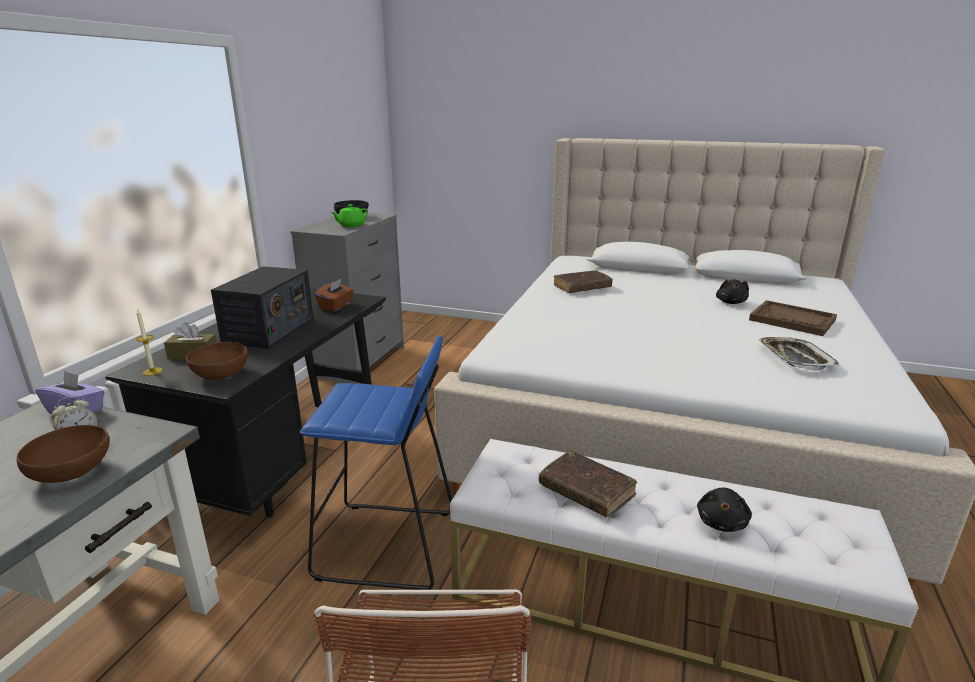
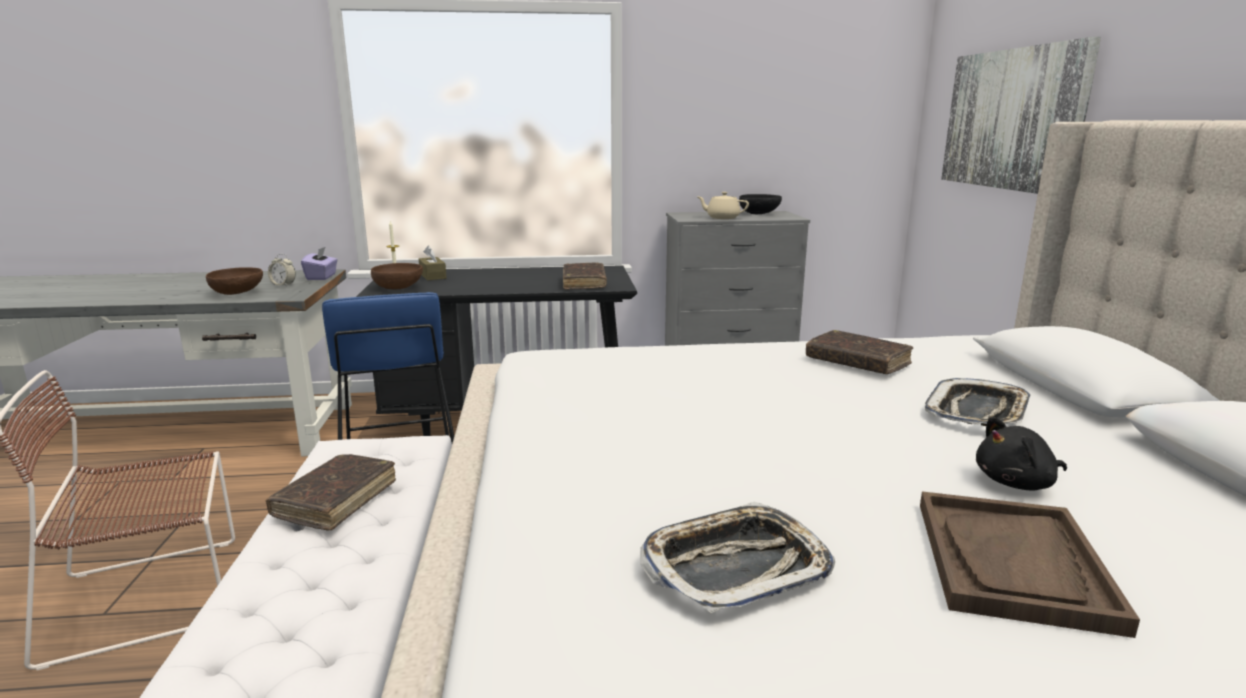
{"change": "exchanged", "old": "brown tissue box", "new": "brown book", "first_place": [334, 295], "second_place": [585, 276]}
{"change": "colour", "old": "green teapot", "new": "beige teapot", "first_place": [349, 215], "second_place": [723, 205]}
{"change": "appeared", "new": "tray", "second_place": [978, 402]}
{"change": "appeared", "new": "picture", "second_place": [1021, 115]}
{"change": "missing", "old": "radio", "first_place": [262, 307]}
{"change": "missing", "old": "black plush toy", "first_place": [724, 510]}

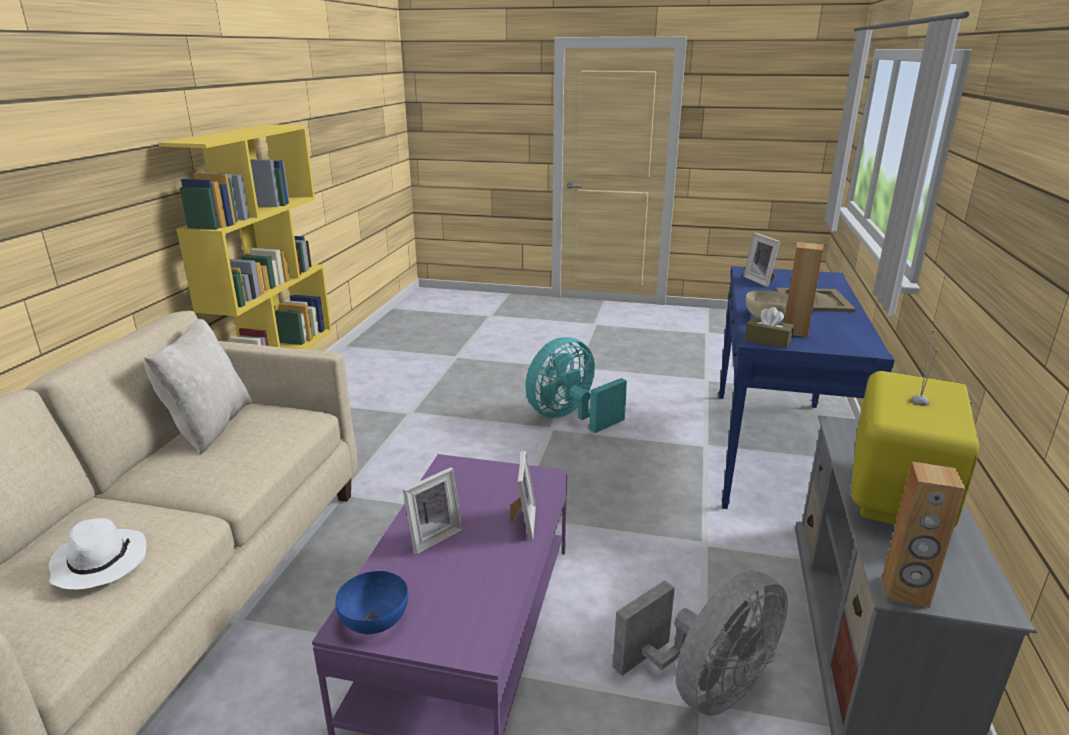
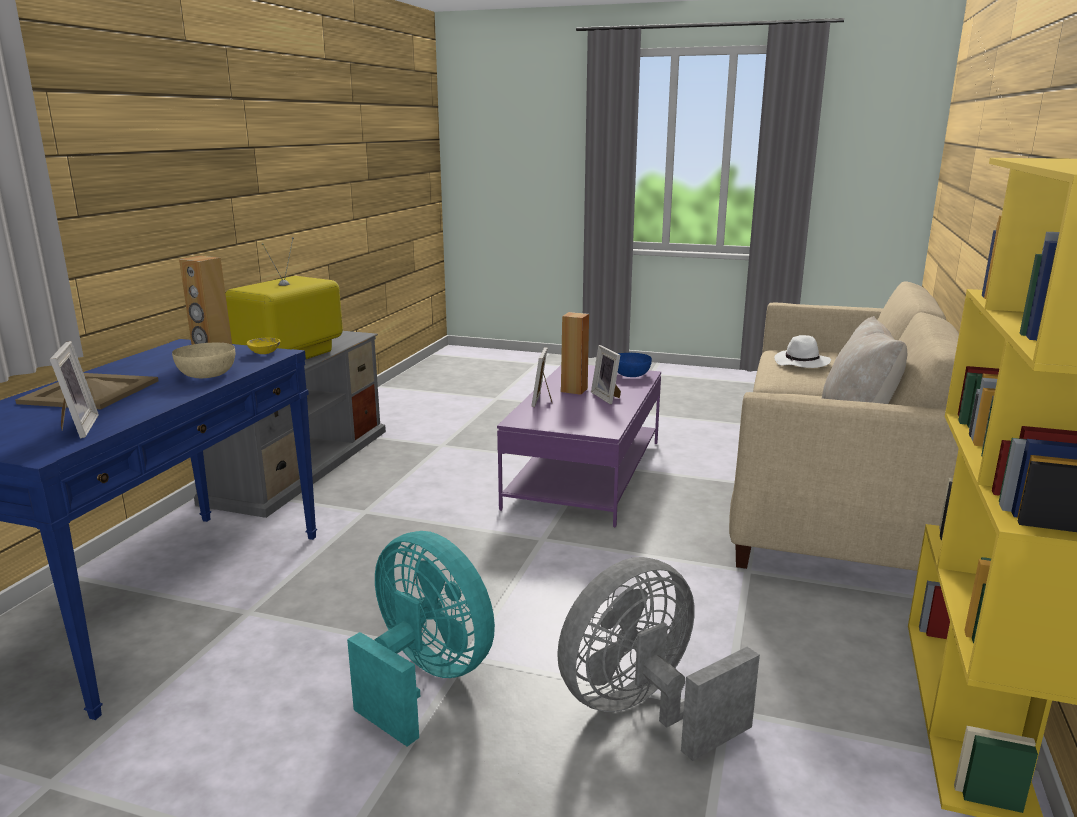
{"change": "exchanged", "old": "brown tissue box", "new": "yellow bowl", "first_place": [769, 327], "second_place": [263, 346]}
{"change": "spun", "old": "turquoise fan", "first_place": [576, 385], "second_place": [421, 639], "degrees": -105}
{"change": "relocated", "old": "grey fan", "first_place": [700, 643], "second_place": [658, 659]}
{"change": "relocated", "old": "brown speaker", "first_place": [924, 535], "second_place": [575, 353]}
{"change": "spun", "old": "picture frame", "first_place": [432, 511], "second_place": [606, 374], "degrees": -75}

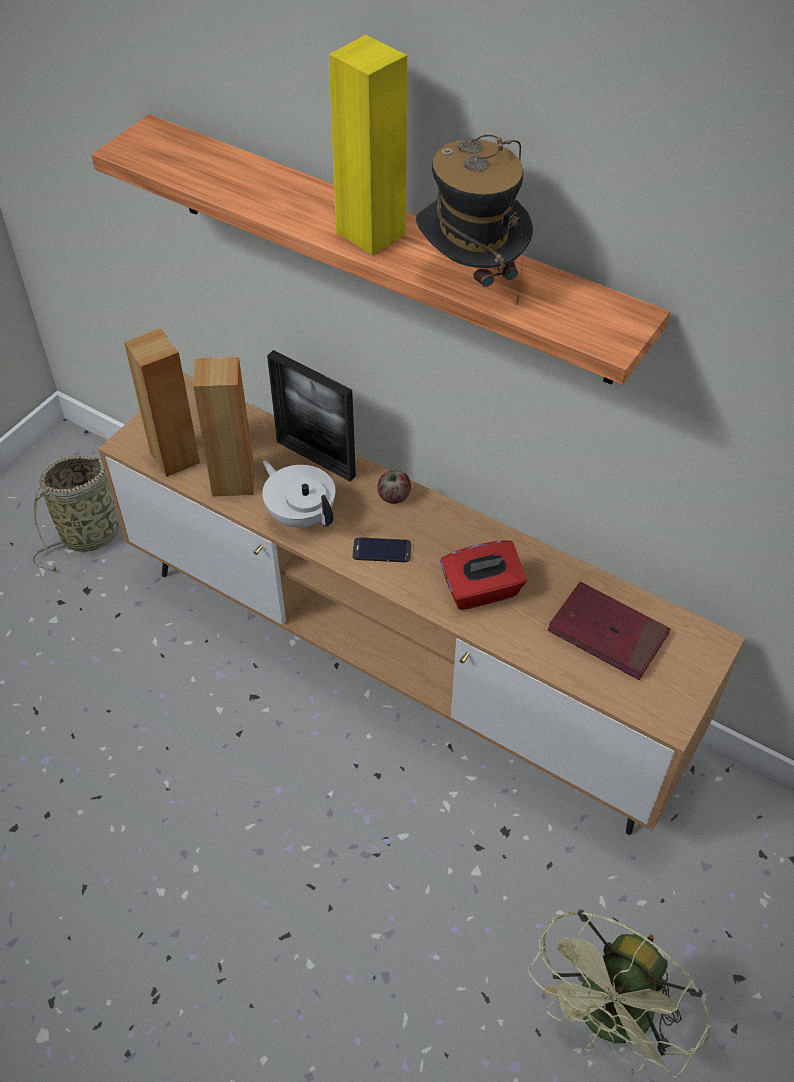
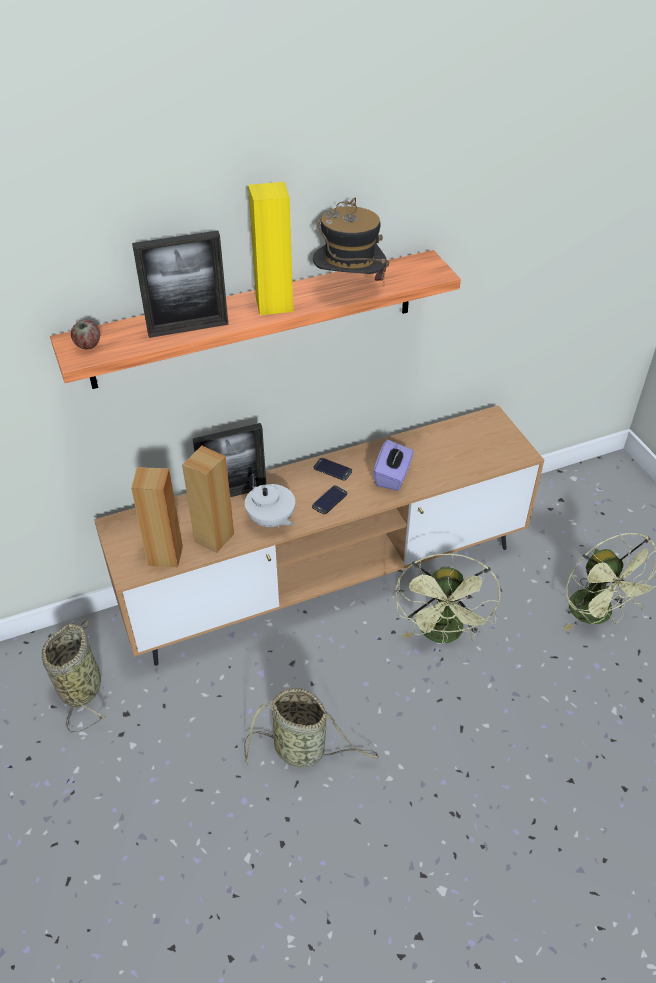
{"change": "relocated", "old": "apple", "first_place": [394, 487], "second_place": [85, 334]}
{"change": "appeared", "new": "picture frame", "second_place": [180, 284]}
{"change": "appeared", "new": "basket", "second_place": [311, 728]}
{"change": "spun", "old": "white teapot", "first_place": [298, 494], "second_place": [270, 500], "degrees": -120}
{"change": "appeared", "new": "phone", "second_place": [332, 469]}
{"change": "colour", "old": "red tissue box", "new": "purple tissue box", "first_place": [483, 575], "second_place": [393, 465]}
{"change": "appeared", "new": "green fan", "second_place": [448, 598]}
{"change": "missing", "old": "red book", "first_place": [609, 631]}

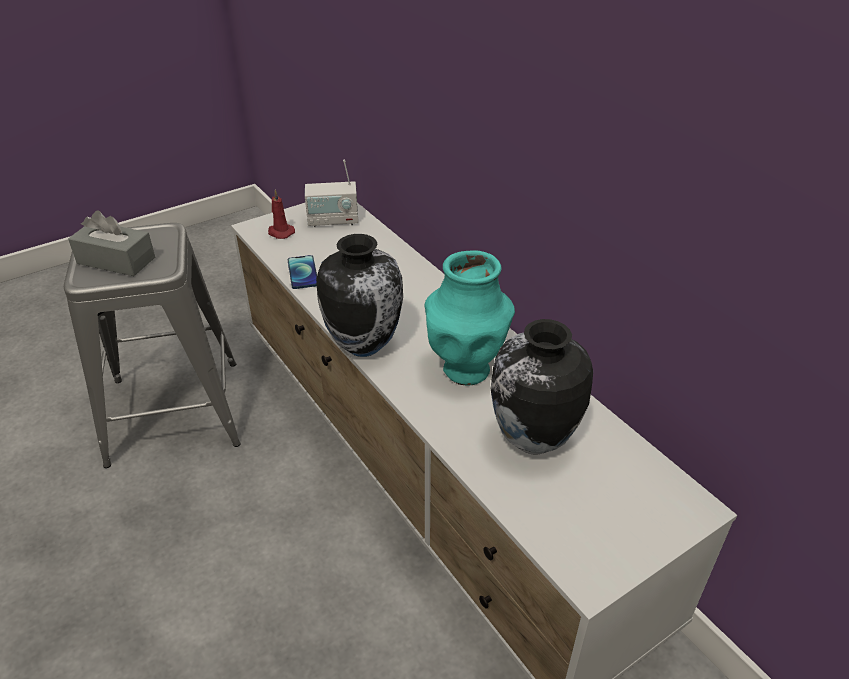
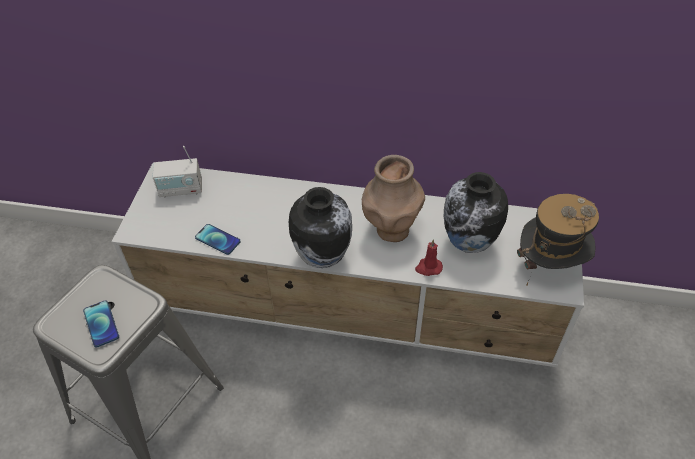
{"change": "exchanged", "old": "grey tissue box", "new": "phone", "first_place": [111, 243], "second_place": [101, 324]}
{"change": "spun", "old": "radio", "first_place": [331, 193], "second_place": [177, 172], "degrees": 45}
{"change": "colour", "old": "turquoise vase", "new": "brown vase", "first_place": [469, 318], "second_place": [393, 198]}
{"change": "relocated", "old": "red candle", "first_place": [281, 214], "second_place": [429, 257]}
{"change": "appeared", "new": "hat", "second_place": [558, 239]}

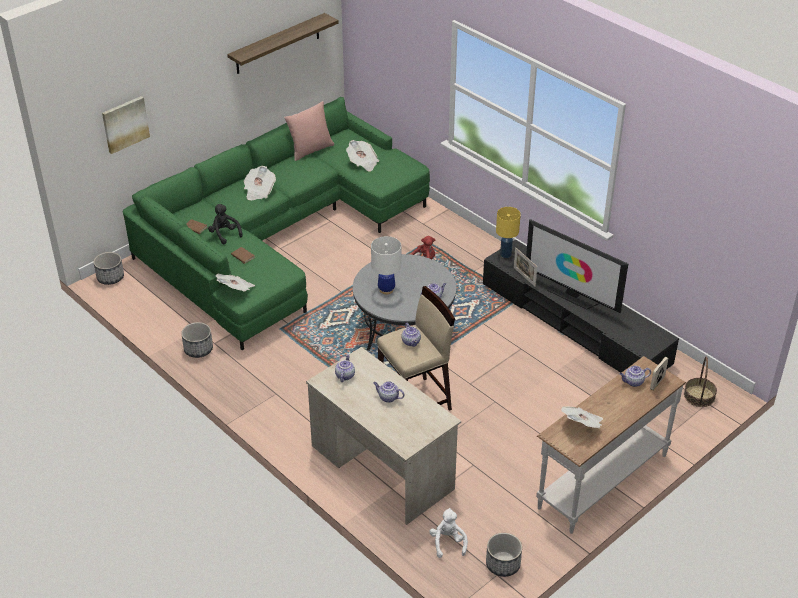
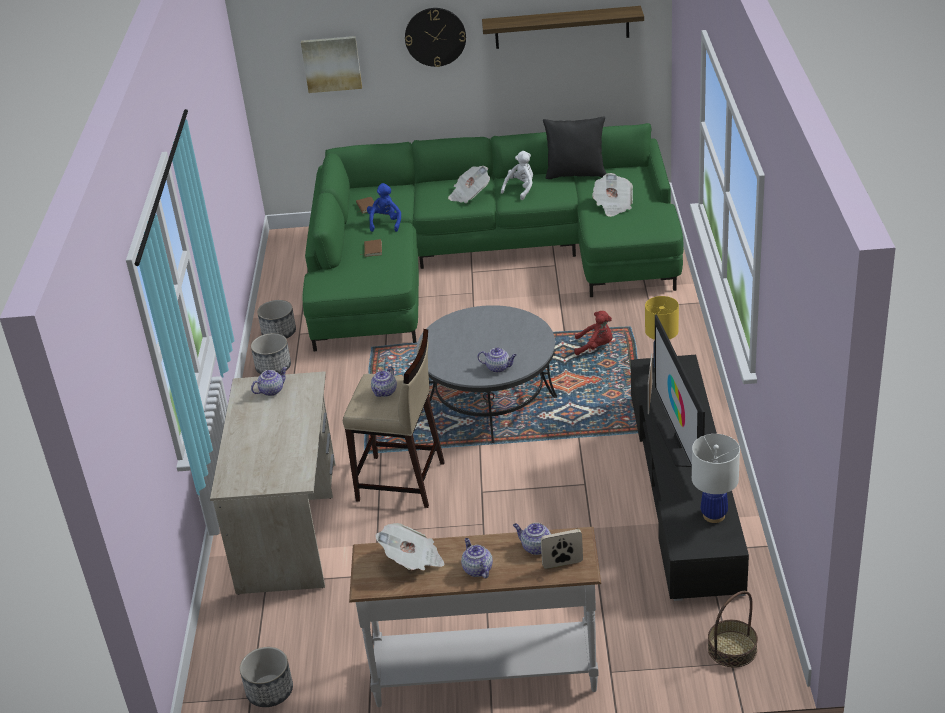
{"change": "relocated", "old": "planter", "first_place": [108, 268], "second_place": [271, 353]}
{"change": "colour", "old": "black plush toy", "new": "blue plush toy", "first_place": [225, 224], "second_place": [384, 207]}
{"change": "appeared", "new": "wall clock", "second_place": [435, 37]}
{"change": "relocated", "old": "teapot", "first_place": [388, 392], "second_place": [477, 558]}
{"change": "relocated", "old": "white plush toy", "first_place": [448, 533], "second_place": [517, 175]}
{"change": "colour", "old": "pink pillow", "new": "black pillow", "first_place": [309, 131], "second_place": [575, 148]}
{"change": "relocated", "old": "white table lamp", "first_place": [386, 265], "second_place": [716, 478]}
{"change": "missing", "old": "newspaper", "first_place": [235, 282]}

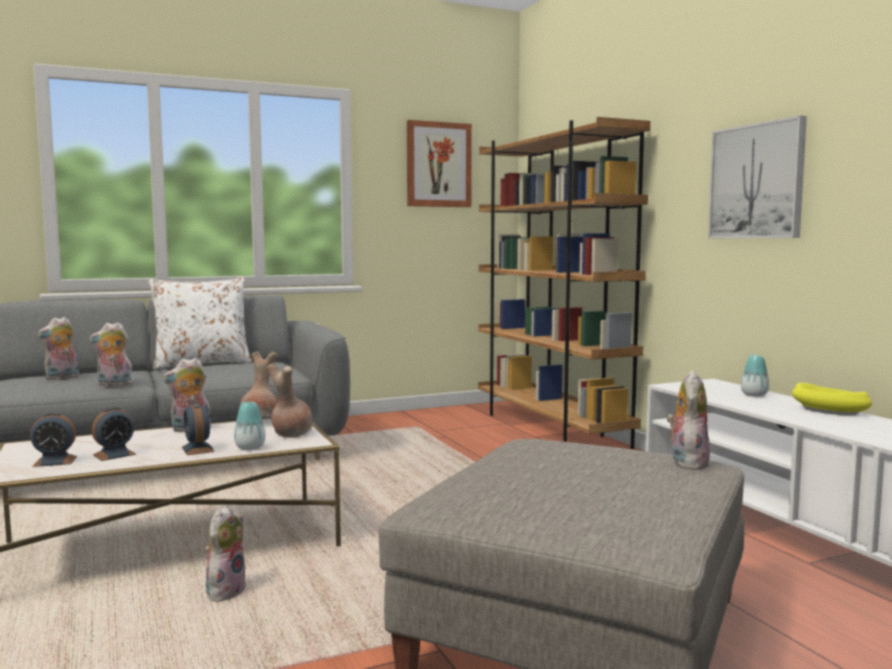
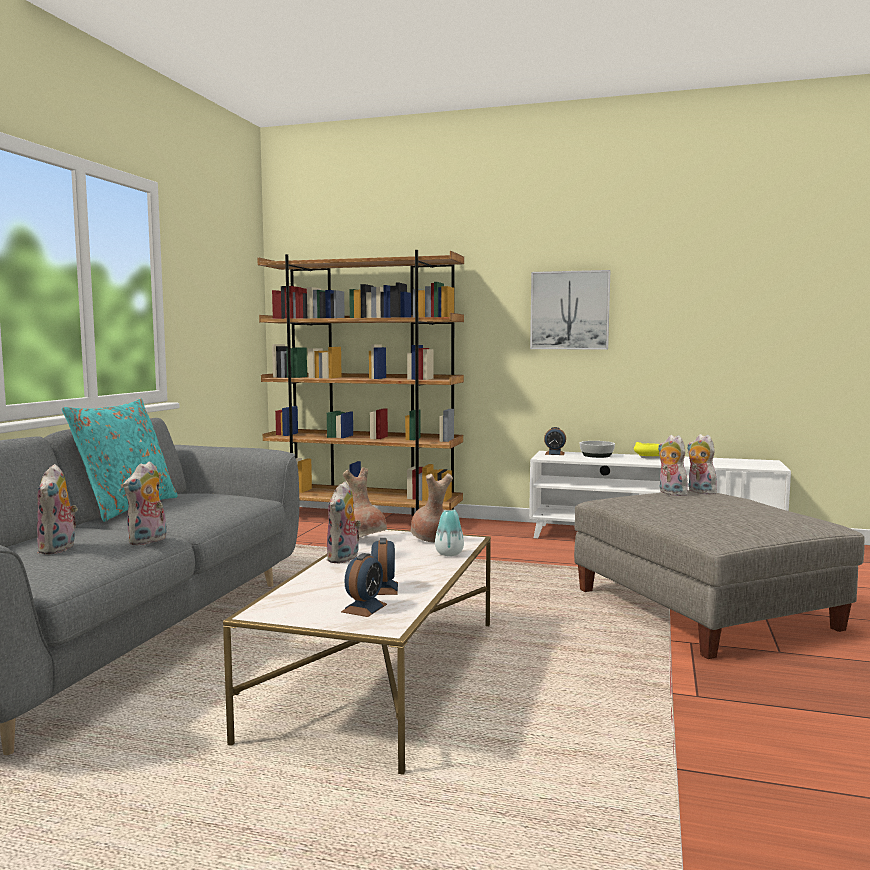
{"change": "colour", "old": "white pillow", "new": "turquoise pillow", "first_place": [200, 323], "second_place": [120, 460]}
{"change": "relocated", "old": "alarm clock", "first_place": [198, 429], "second_place": [555, 441]}
{"change": "exchanged", "old": "vase", "new": "bowl", "first_place": [755, 376], "second_place": [597, 449]}
{"change": "relocated", "old": "plush toy", "first_place": [225, 554], "second_place": [673, 465]}
{"change": "missing", "old": "picture", "first_place": [439, 163]}

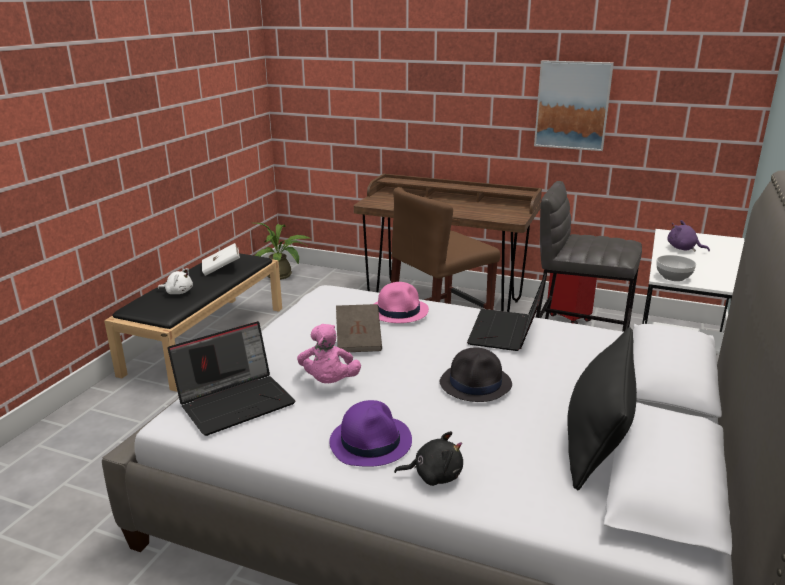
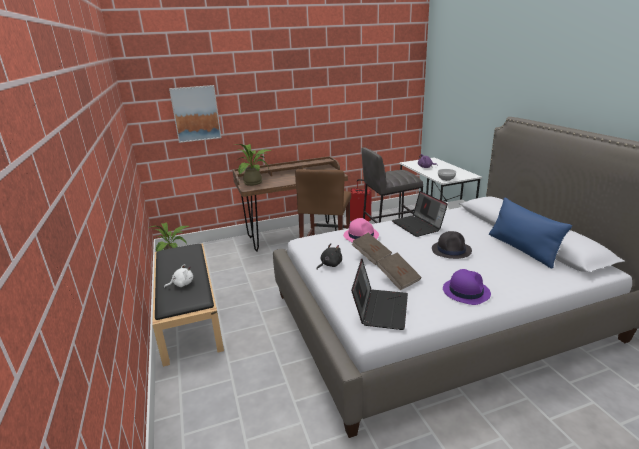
{"change": "relocated", "old": "picture", "first_place": [574, 105], "second_place": [195, 114]}
{"change": "appeared", "new": "potted plant", "second_place": [252, 165]}
{"change": "relocated", "old": "black plush toy", "first_place": [428, 458], "second_place": [329, 256]}
{"change": "exchanged", "old": "pink plush toy", "new": "brown book", "first_place": [329, 353], "second_place": [398, 271]}
{"change": "colour", "old": "black pillow", "new": "blue pillow", "first_place": [602, 408], "second_place": [530, 233]}
{"change": "missing", "old": "white book", "first_place": [221, 259]}

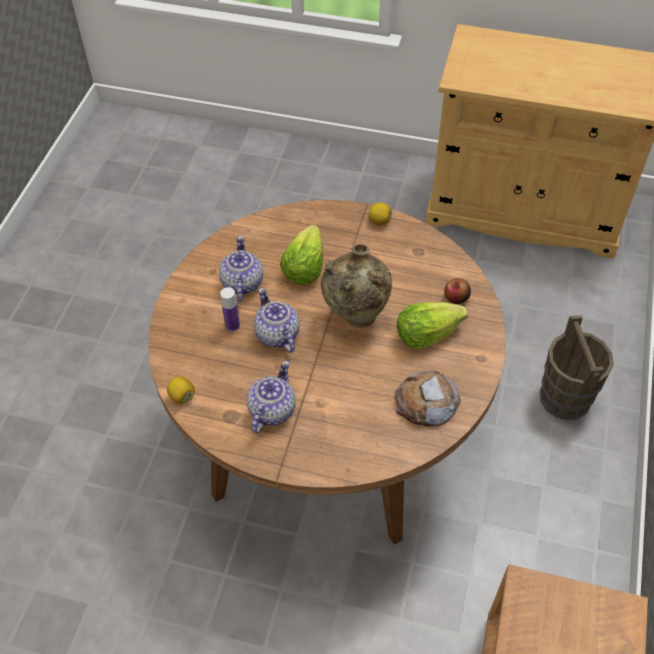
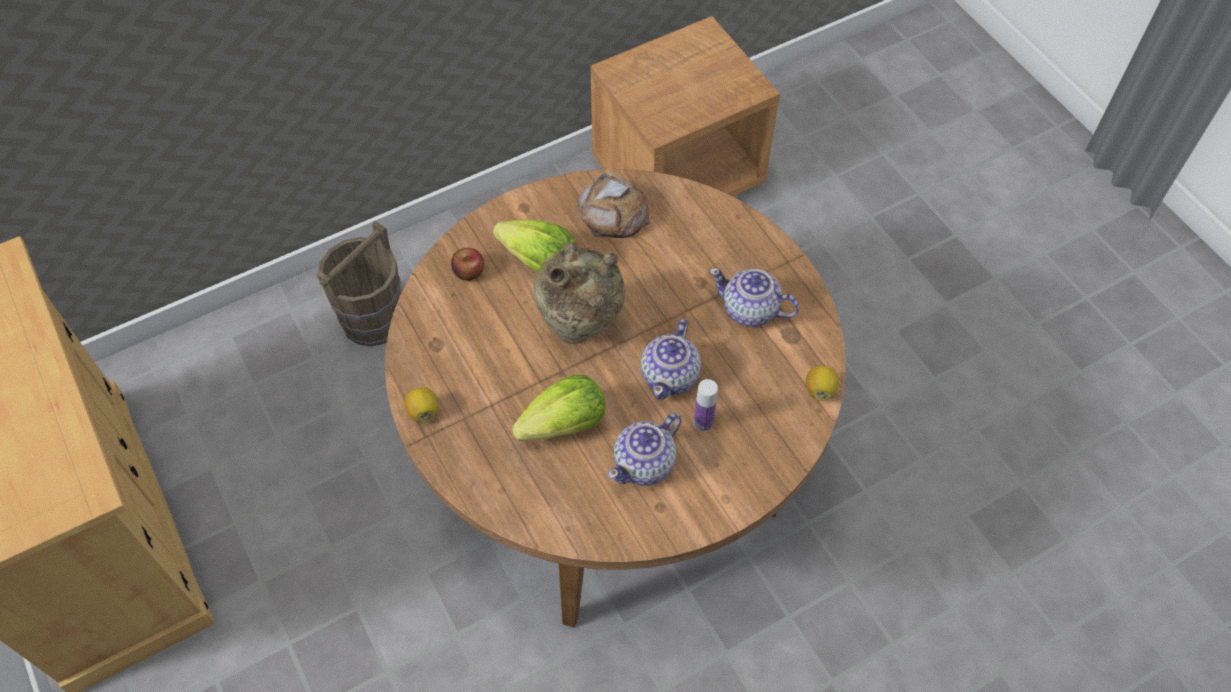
{"change": "spun", "old": "teapot", "first_place": [271, 397], "second_place": [754, 297], "degrees": 45}

